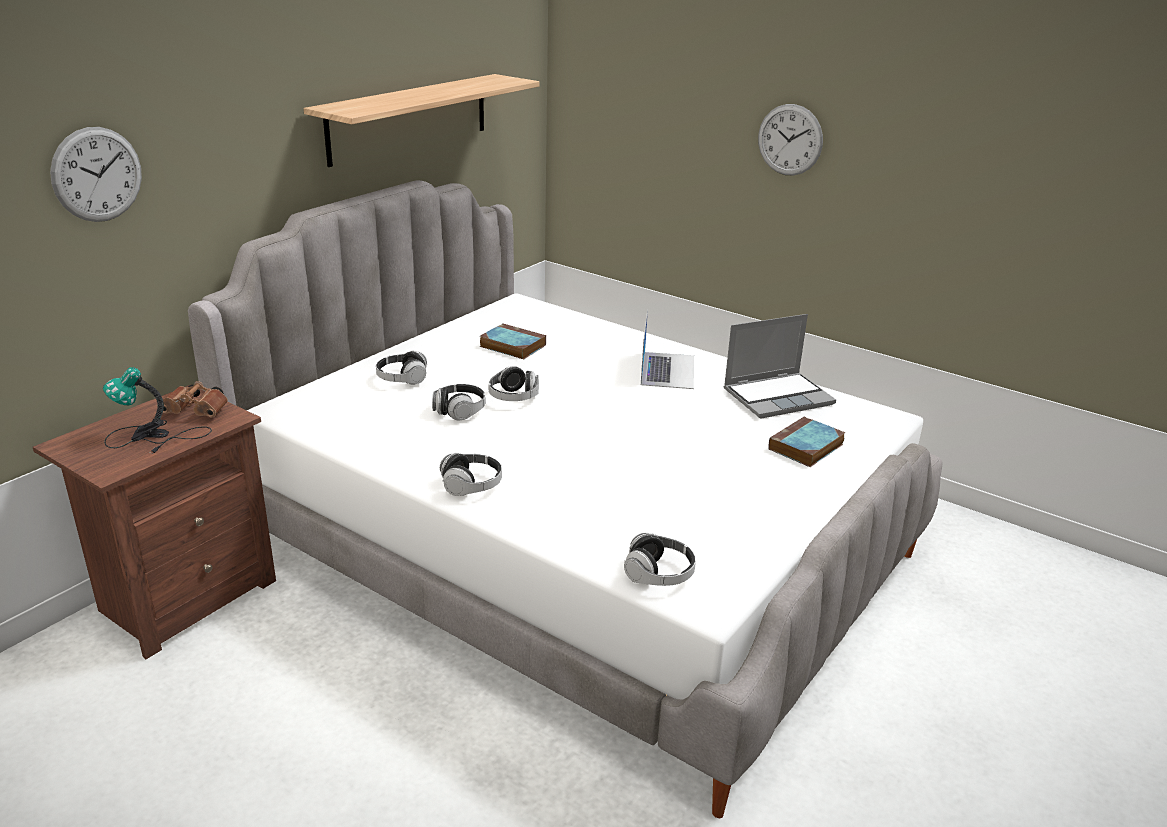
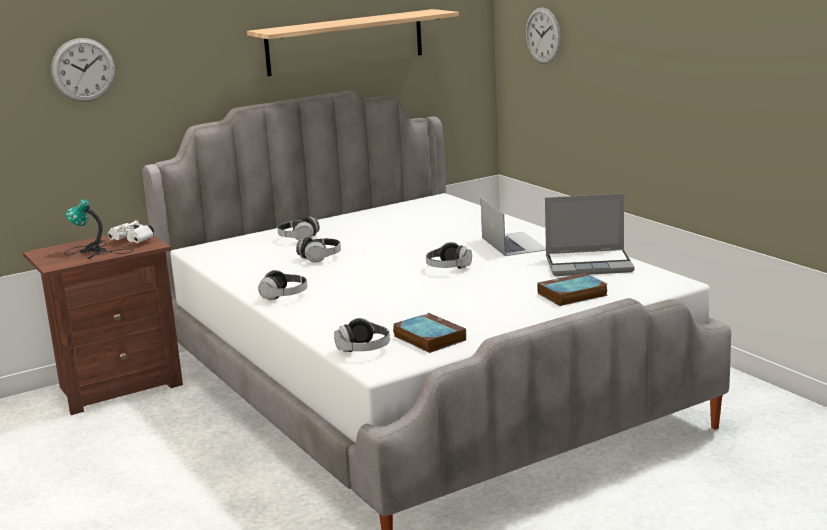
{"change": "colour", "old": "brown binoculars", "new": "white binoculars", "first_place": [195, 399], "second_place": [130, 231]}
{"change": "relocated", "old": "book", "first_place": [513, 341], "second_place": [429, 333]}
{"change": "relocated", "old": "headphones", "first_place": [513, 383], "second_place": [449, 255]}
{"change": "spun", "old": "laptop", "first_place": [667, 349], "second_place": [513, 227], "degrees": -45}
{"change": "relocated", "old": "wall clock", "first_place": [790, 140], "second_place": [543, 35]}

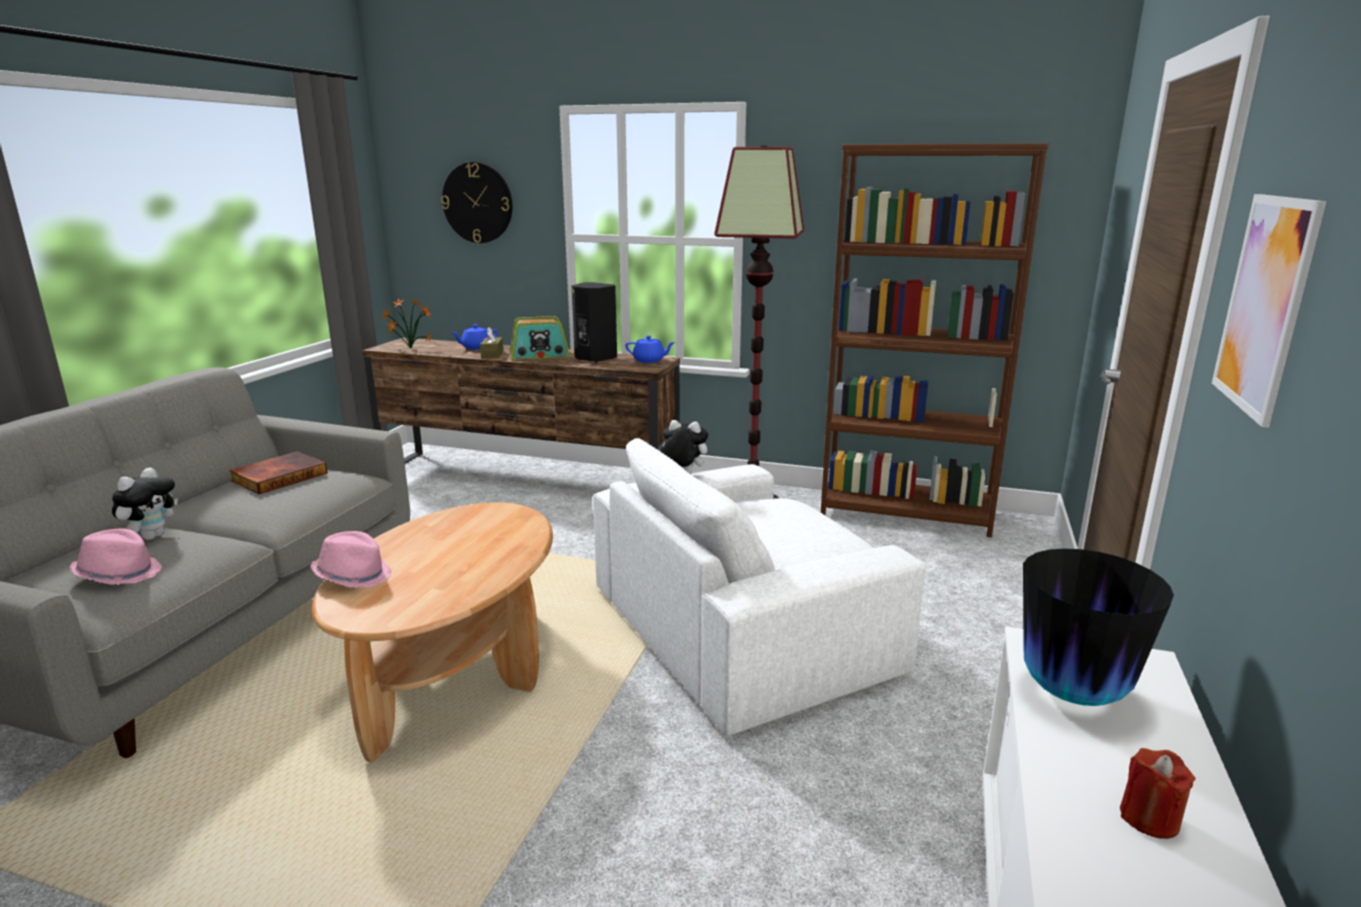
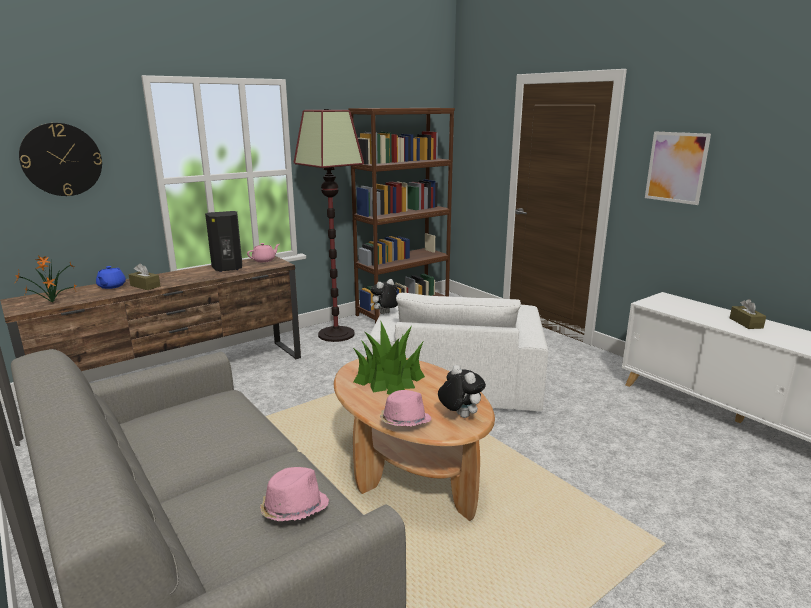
{"change": "colour", "old": "blue teapot", "new": "pink teapot", "first_place": [650, 349], "second_place": [263, 252]}
{"change": "appeared", "new": "potted plant", "second_place": [389, 358]}
{"change": "relocated", "old": "plush toy", "first_place": [145, 504], "second_place": [462, 391]}
{"change": "exchanged", "old": "red candle", "new": "brown tissue box", "first_place": [1157, 793], "second_place": [748, 314]}
{"change": "missing", "old": "book", "first_place": [278, 472]}
{"change": "missing", "old": "radio", "first_place": [540, 338]}
{"change": "missing", "old": "vase", "first_place": [1098, 627]}

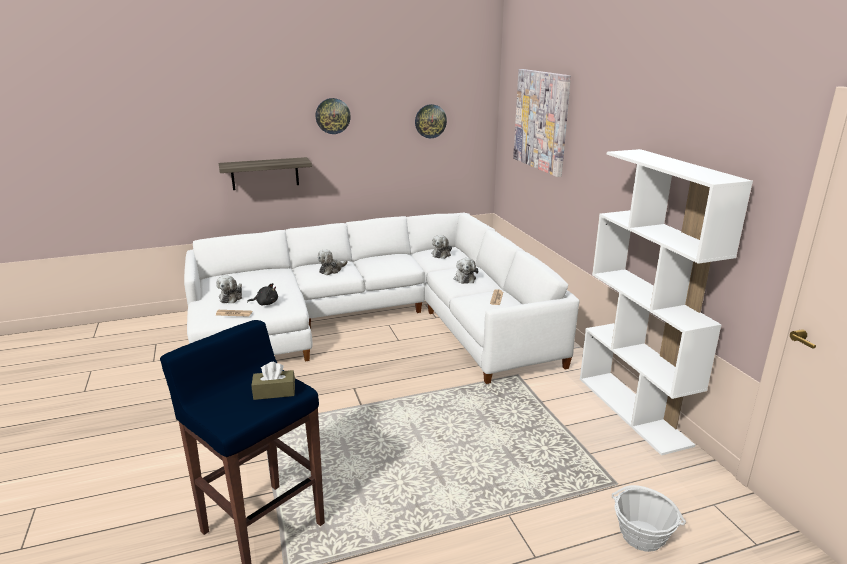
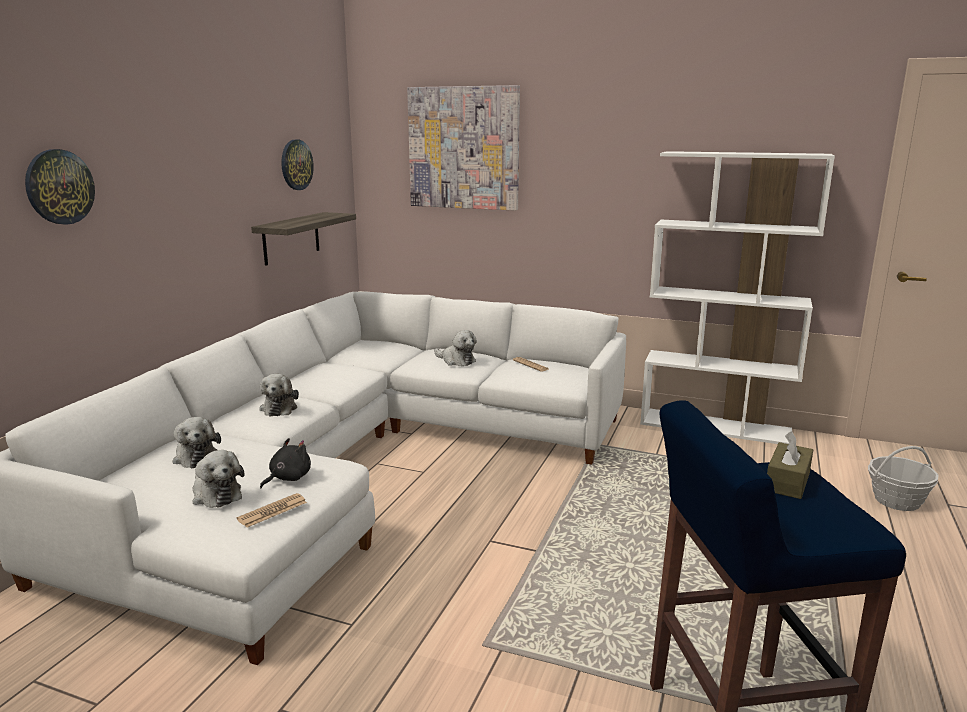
{"change": "relocated", "old": "wall clock", "first_place": [333, 116], "second_place": [60, 187]}
{"change": "relocated", "old": "plush toy", "first_place": [441, 247], "second_place": [196, 442]}
{"change": "relocated", "old": "shelf", "first_place": [265, 173], "second_place": [303, 239]}

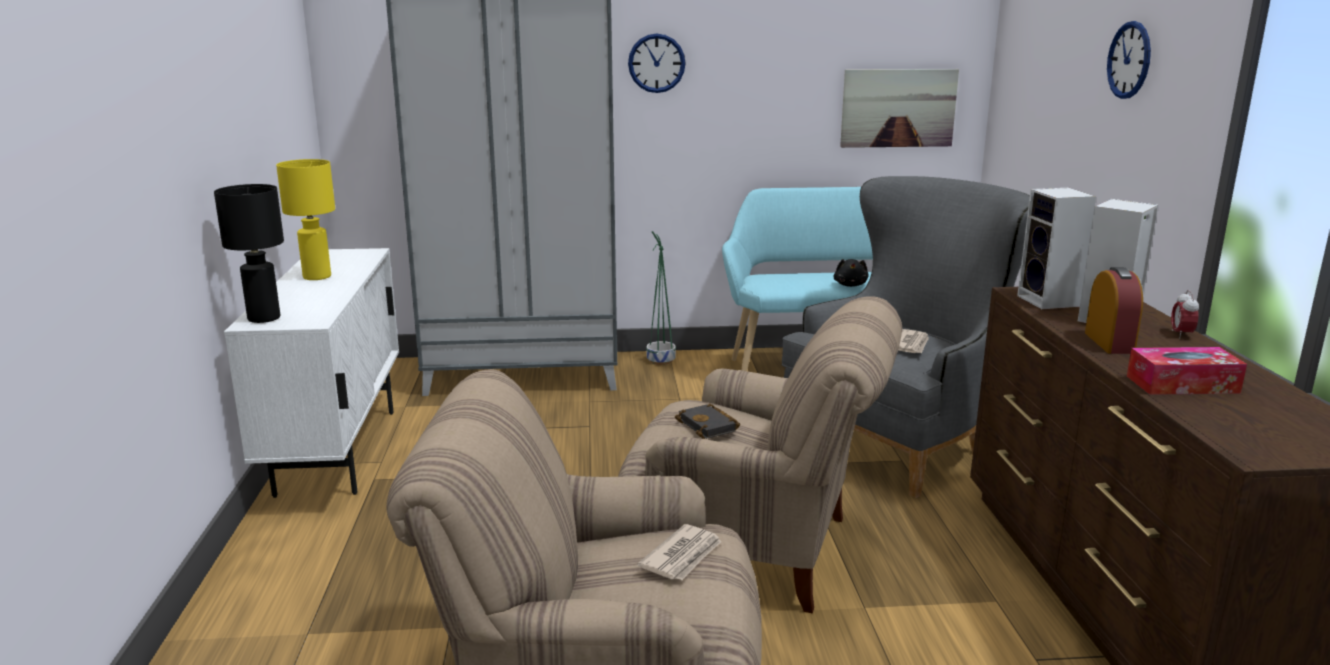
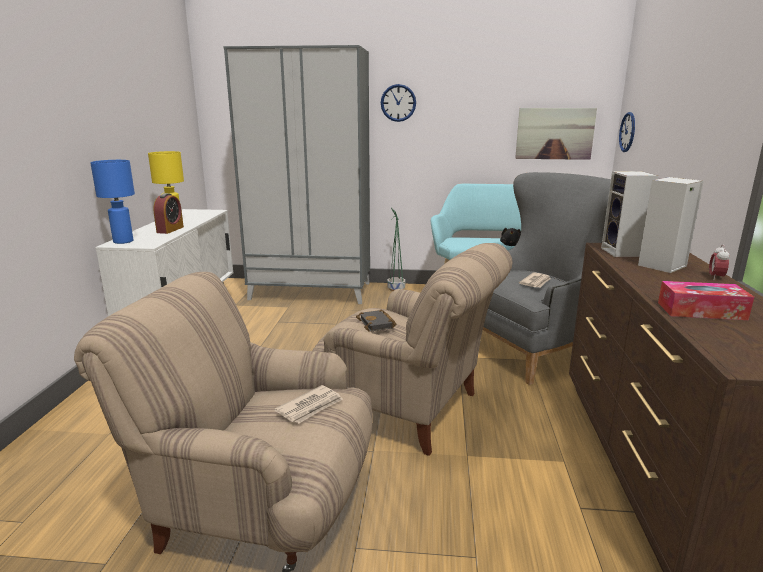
{"change": "colour", "old": "black table lamp", "new": "blue table lamp", "first_place": [249, 253], "second_place": [112, 202]}
{"change": "relocated", "old": "alarm clock", "first_place": [1114, 310], "second_place": [168, 213]}
{"change": "relocated", "old": "wall clock", "first_place": [1129, 60], "second_place": [627, 132]}

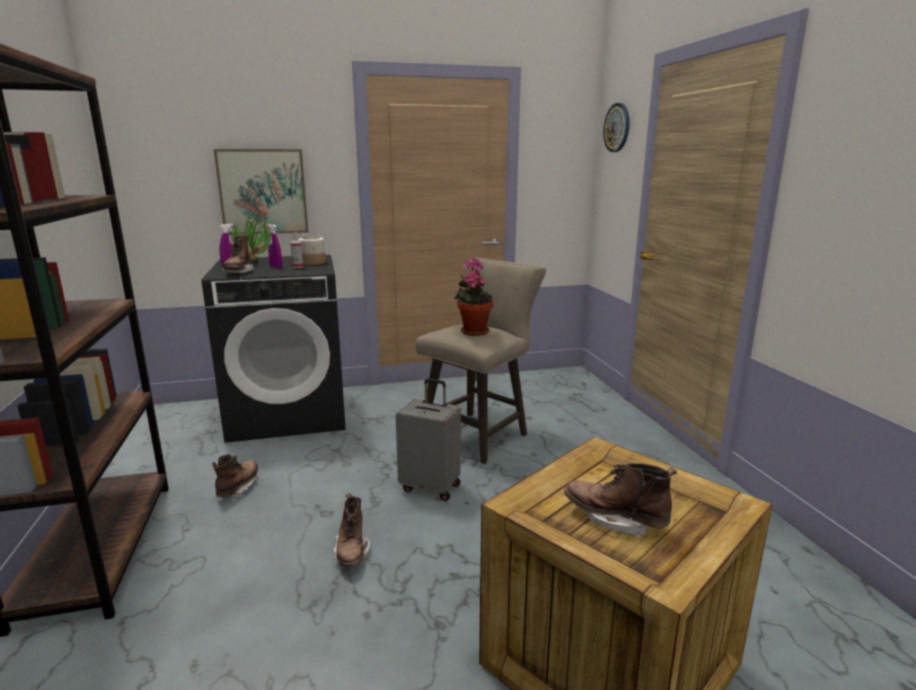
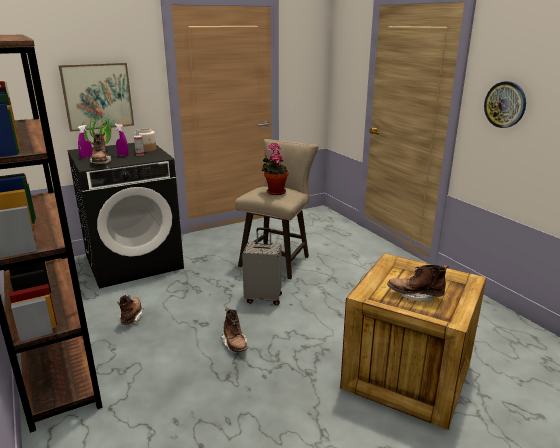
{"change": "relocated", "old": "wall clock", "first_place": [616, 127], "second_place": [505, 104]}

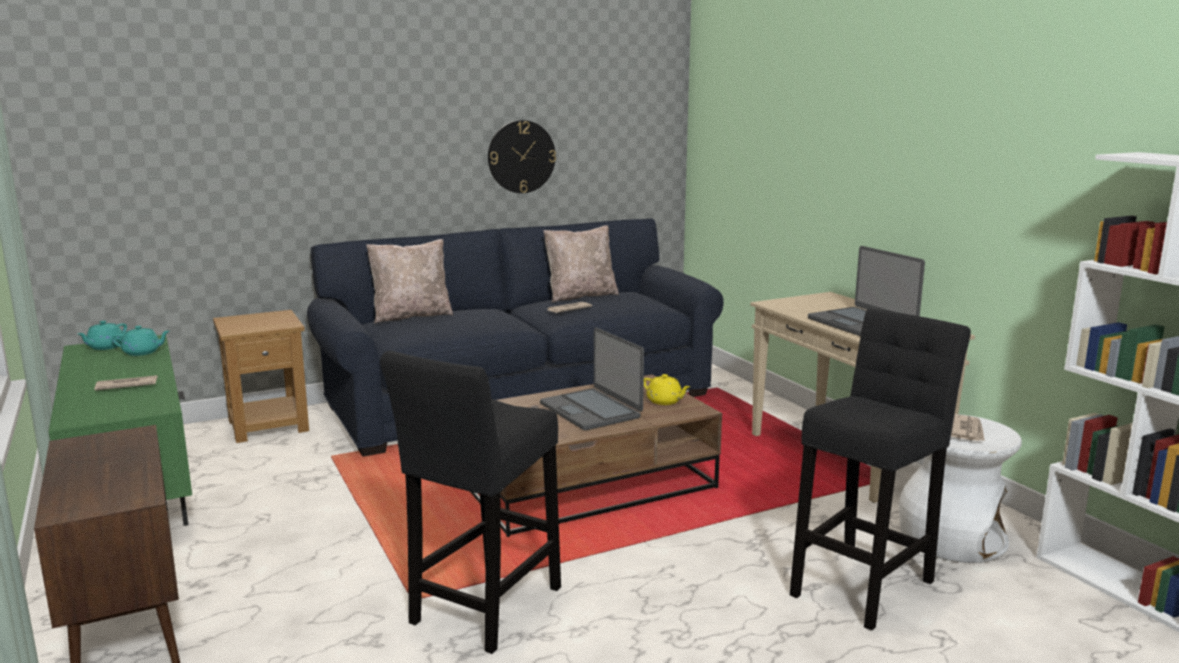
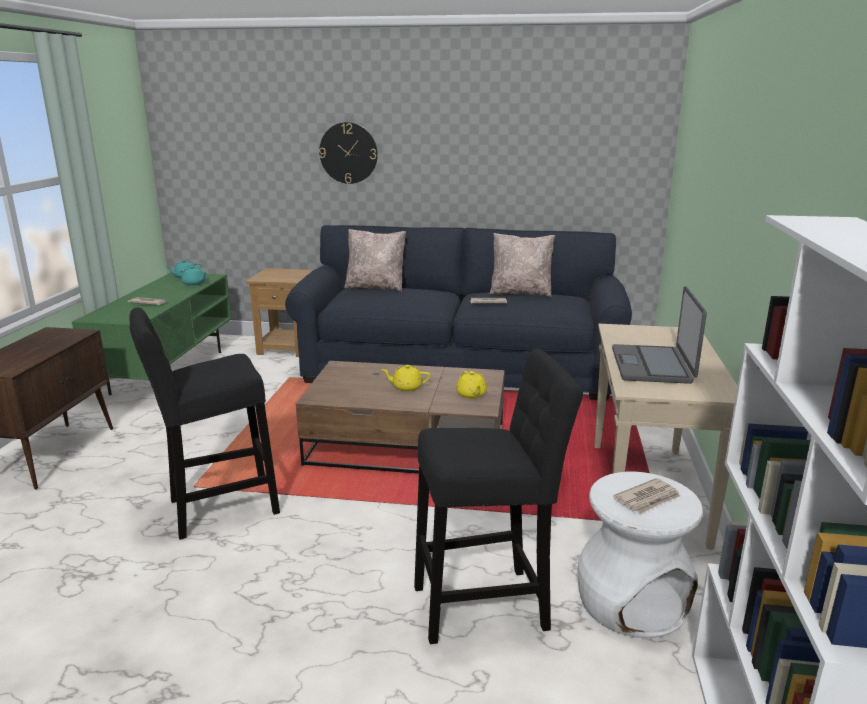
{"change": "relocated", "old": "wall clock", "first_place": [522, 156], "second_place": [348, 153]}
{"change": "exchanged", "old": "laptop", "new": "yellow teapot", "first_place": [592, 379], "second_place": [406, 378]}

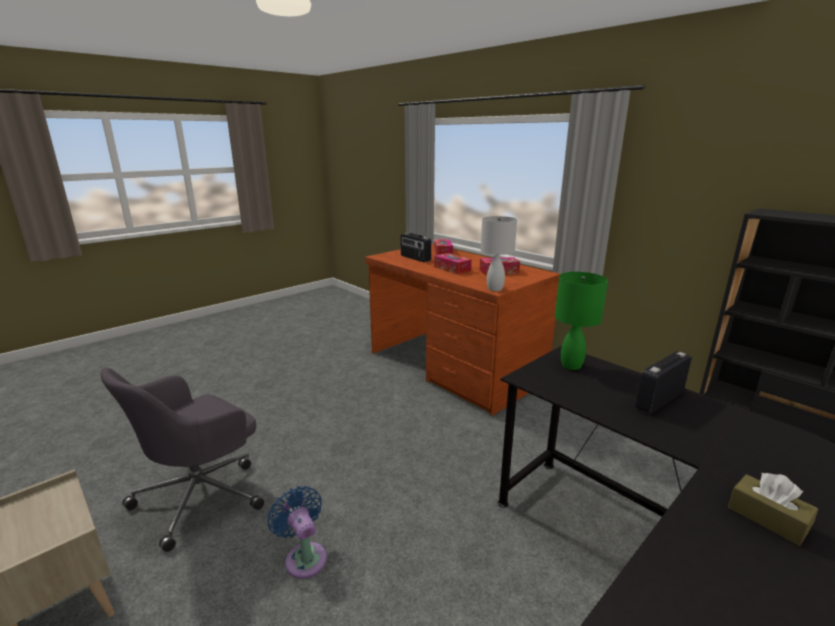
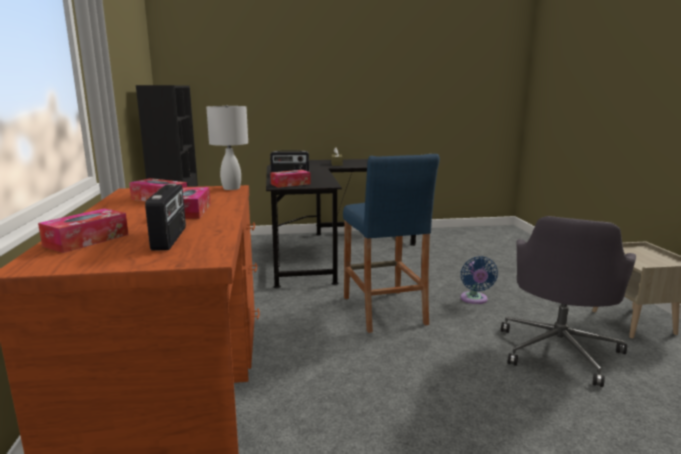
{"change": "exchanged", "old": "green table lamp", "new": "tissue box", "first_place": [581, 321], "second_place": [290, 179]}
{"change": "appeared", "new": "blue stool", "second_place": [391, 243]}
{"change": "spun", "old": "grey office chair", "first_place": [182, 460], "second_place": [568, 301], "degrees": 135}

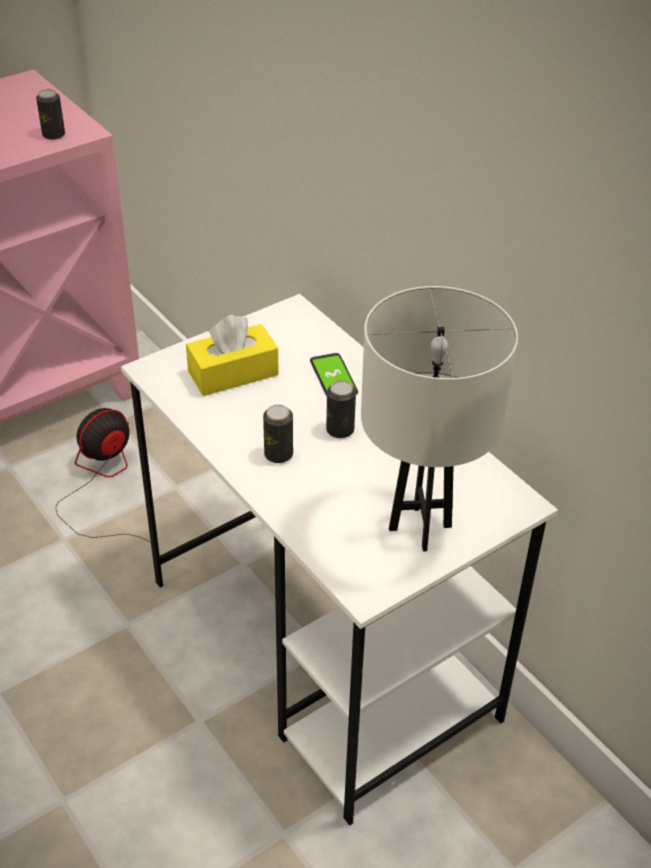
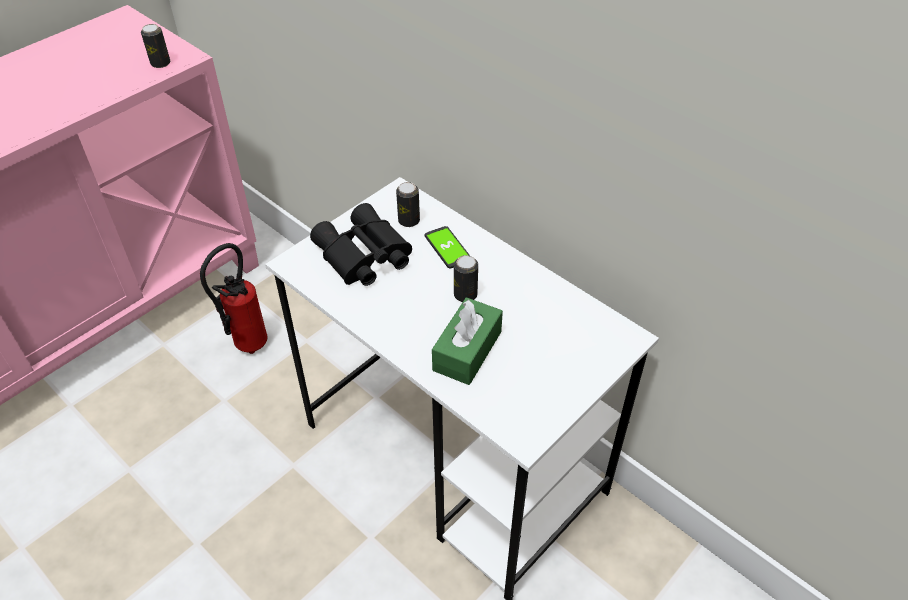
{"change": "exchanged", "old": "fan", "new": "fire extinguisher", "first_place": [103, 475], "second_place": [233, 298]}
{"change": "exchanged", "old": "yellow tissue box", "new": "black binoculars", "first_place": [232, 355], "second_place": [361, 244]}
{"change": "relocated", "old": "can", "first_place": [278, 434], "second_place": [408, 204]}
{"change": "appeared", "new": "green tissue box", "second_place": [467, 341]}
{"change": "missing", "old": "white table lamp", "first_place": [439, 419]}

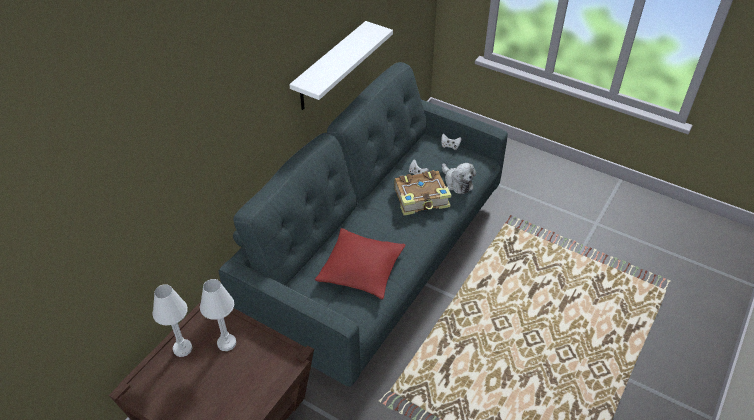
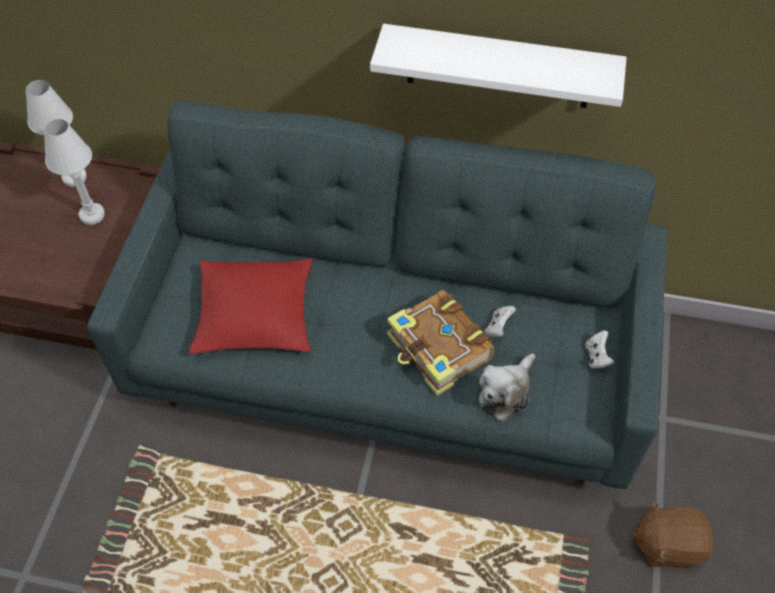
{"change": "appeared", "new": "brown plush toy", "second_place": [672, 534]}

